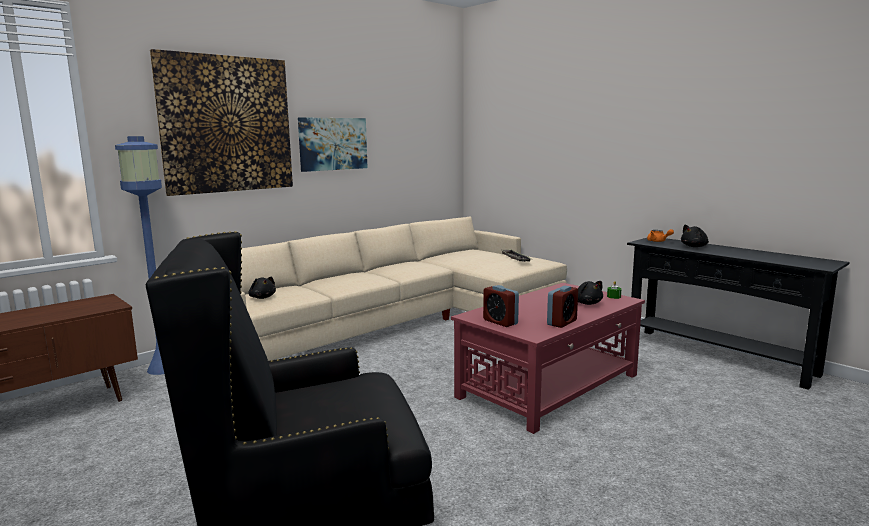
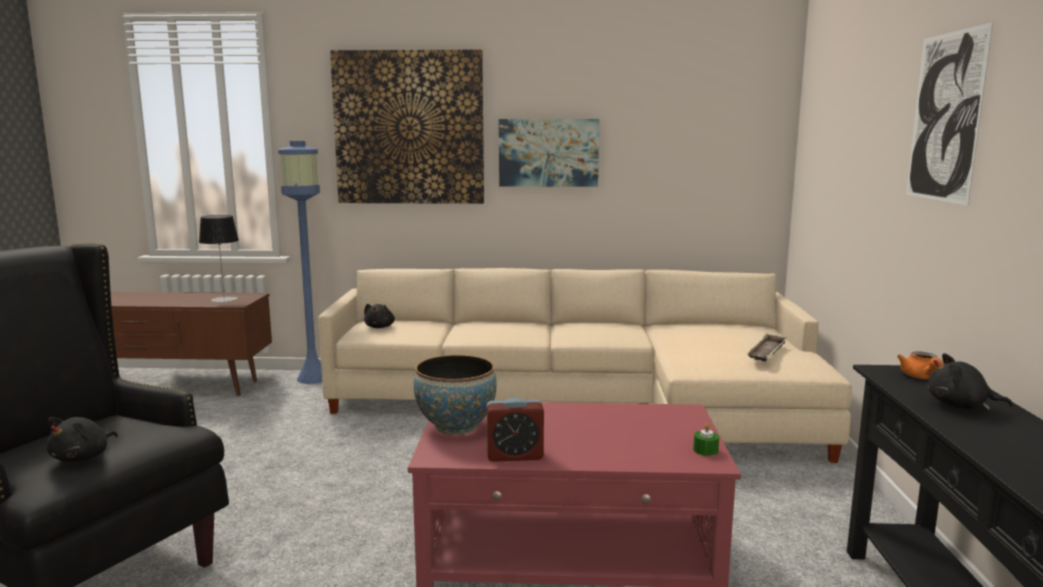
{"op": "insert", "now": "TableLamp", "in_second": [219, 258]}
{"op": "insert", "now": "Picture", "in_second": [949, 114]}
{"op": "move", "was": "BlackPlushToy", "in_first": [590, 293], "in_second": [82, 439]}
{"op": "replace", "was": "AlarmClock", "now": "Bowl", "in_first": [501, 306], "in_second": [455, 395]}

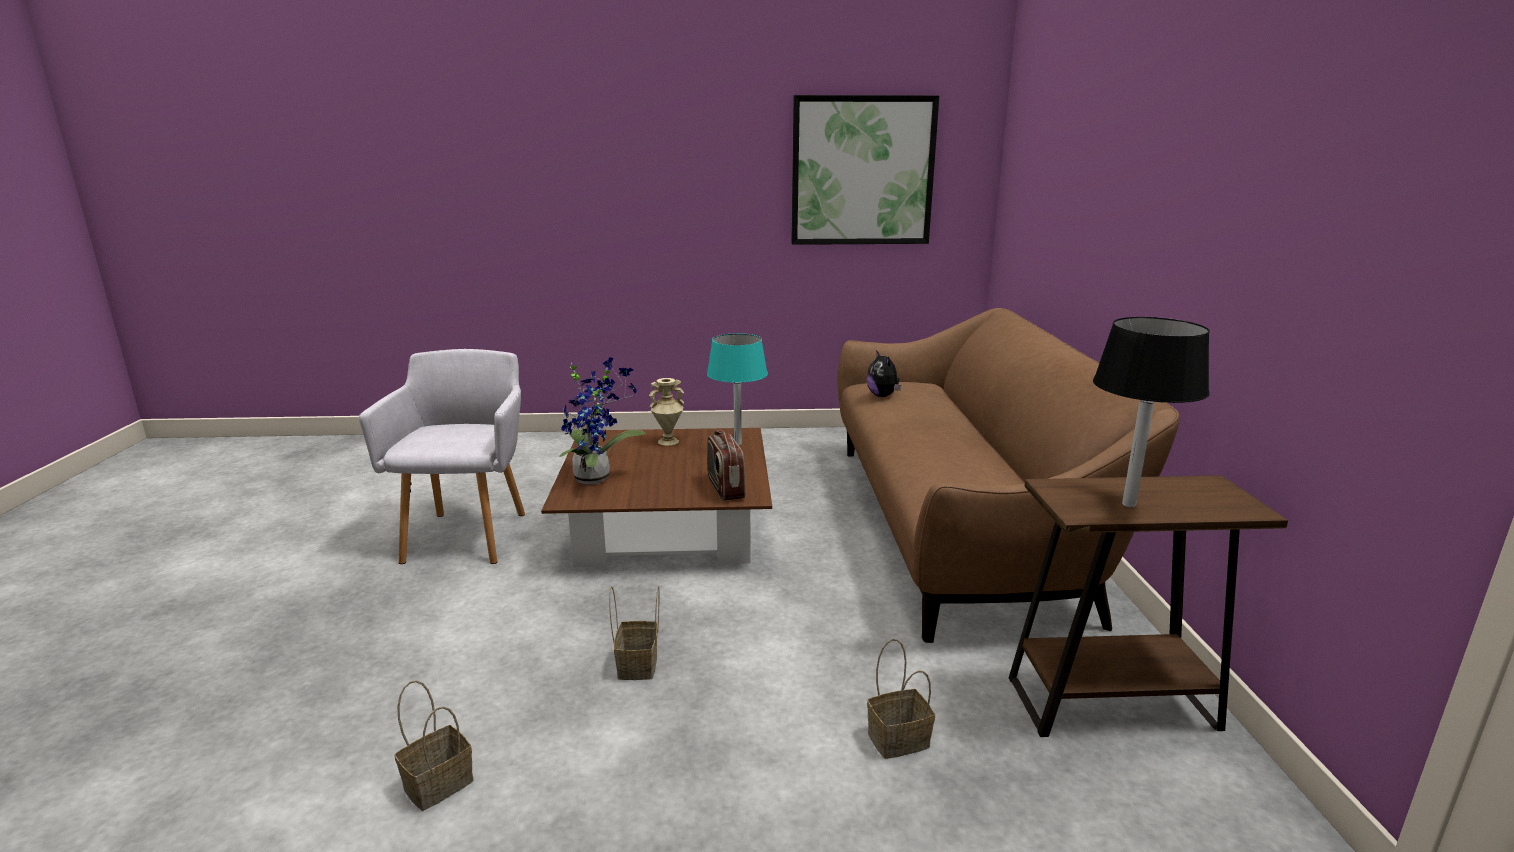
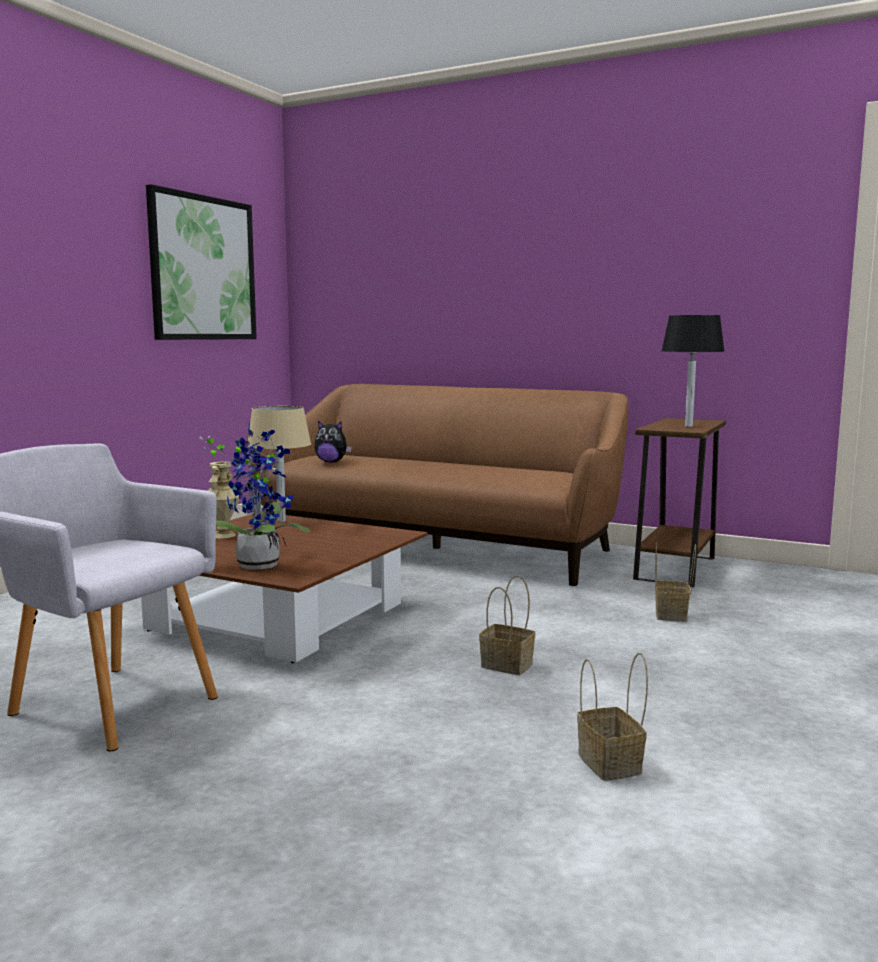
{"op": "delete", "was": "Radio", "in_first": [726, 465]}
{"op": "recolor", "was": "TurquoiseTableLamp", "now": "BeigeTableLamp", "in_first": [737, 389], "in_second": [279, 464]}

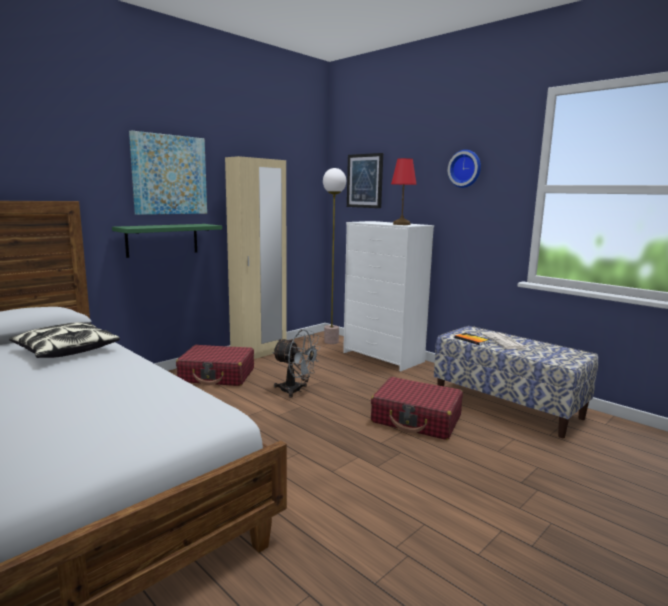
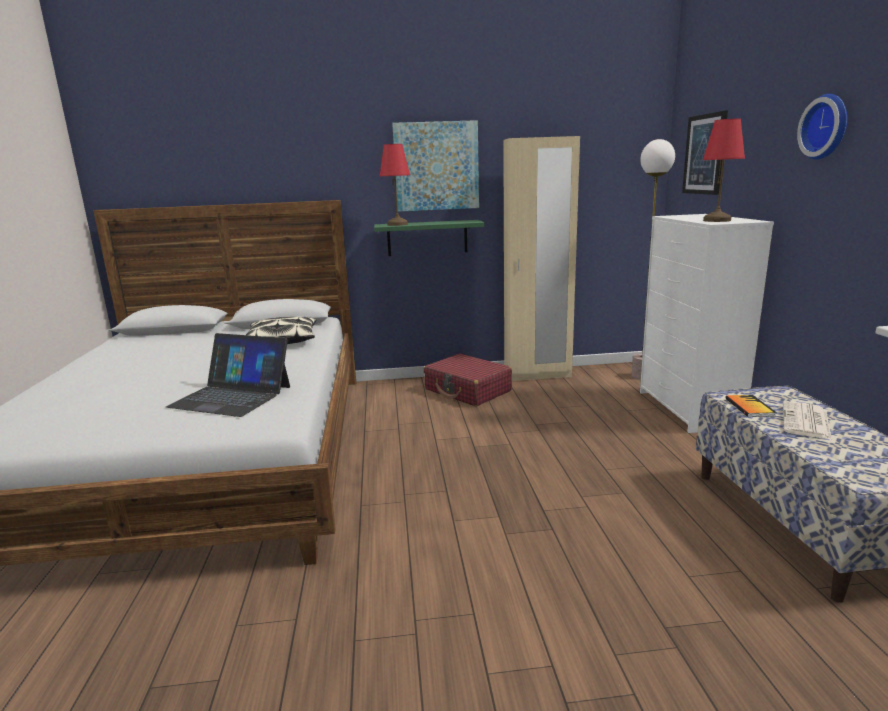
{"op": "delete", "was": "GreyFan", "in_first": [296, 363]}
{"op": "delete", "was": "RedSuitcase", "in_first": [417, 408]}
{"op": "insert", "now": "Laptop", "in_second": [228, 375]}
{"op": "insert", "now": "RedTableLamp", "in_second": [394, 185]}

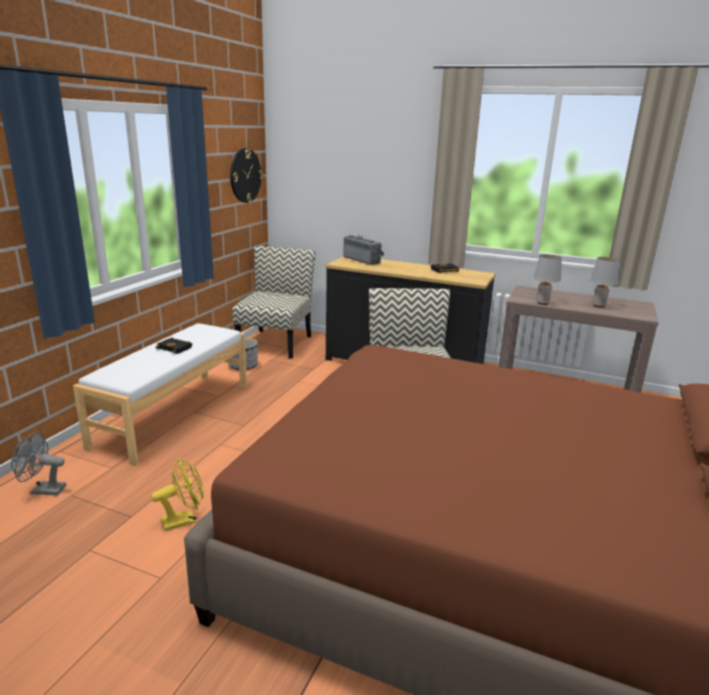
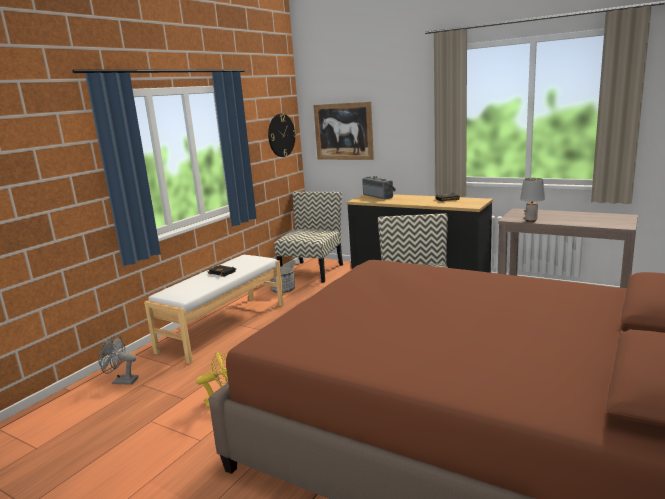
{"op": "delete", "was": "GreyTableLamp", "in_first": [605, 282]}
{"op": "insert", "now": "Picture", "in_second": [343, 131]}

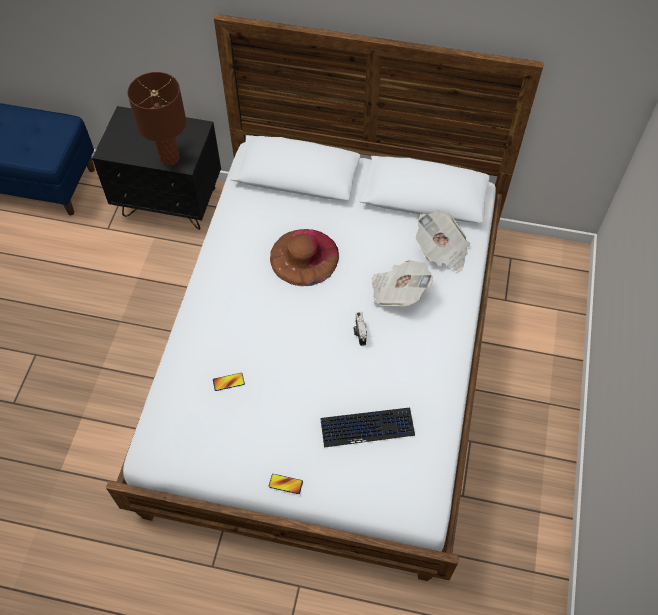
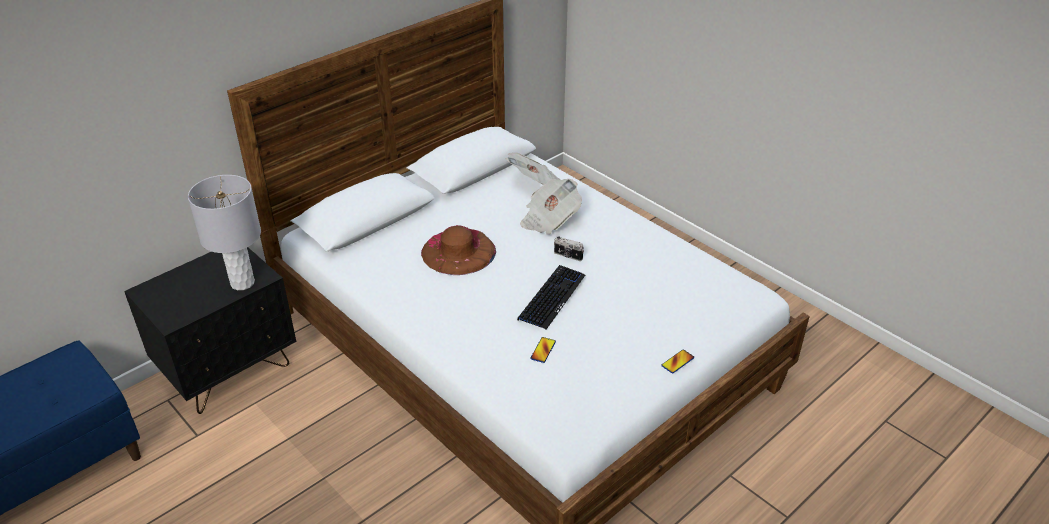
{"op": "move", "was": "Keyboard", "in_first": [367, 428], "in_second": [551, 297]}
{"op": "recolor", "was": "BrownTableLamp", "now": "GreyTableLamp", "in_first": [156, 118], "in_second": [224, 232]}

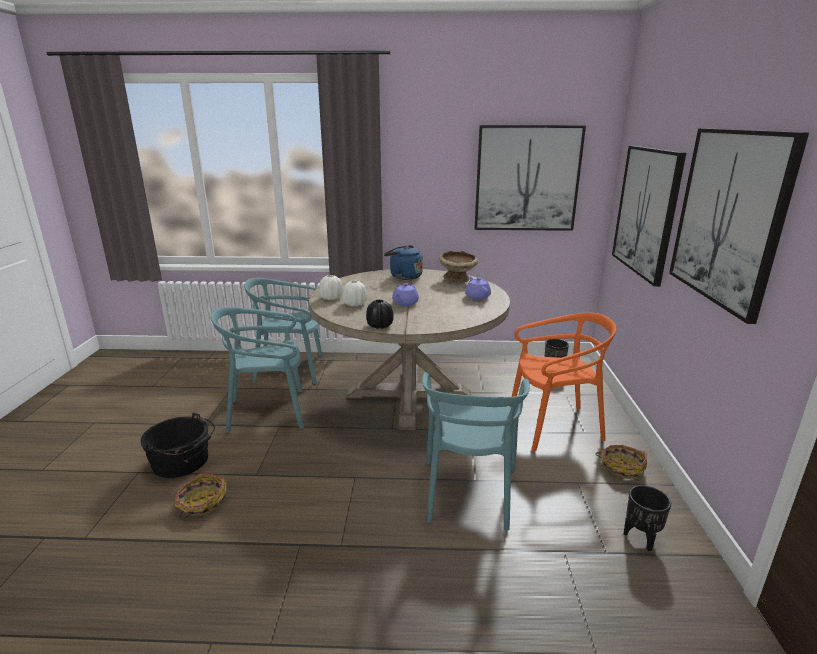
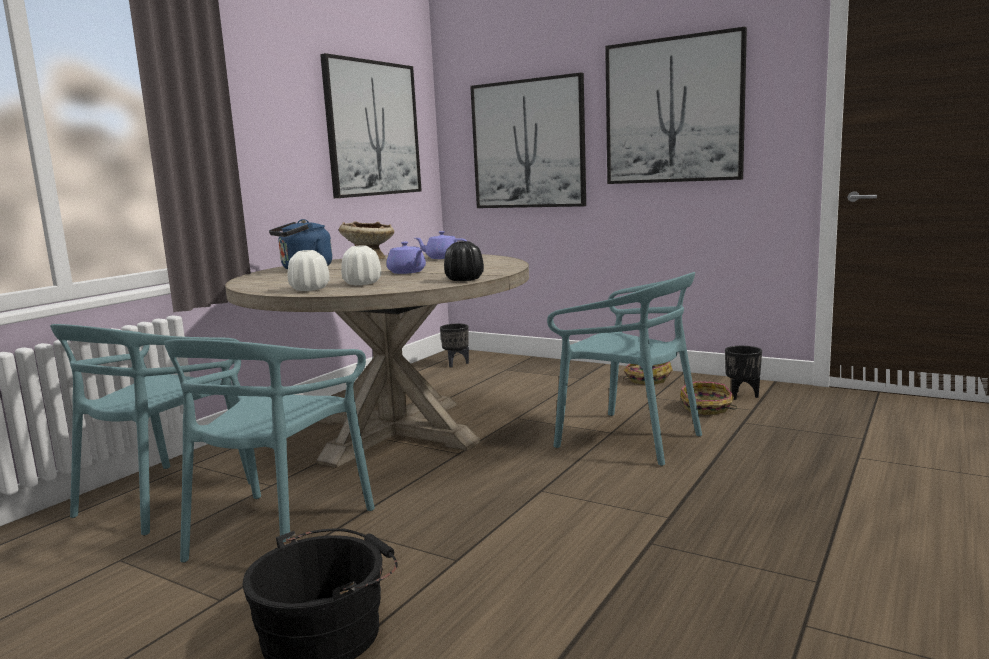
{"op": "delete", "was": "OrangeChair", "in_first": [562, 382]}
{"op": "move", "was": "Basket", "in_first": [201, 496], "in_second": [709, 398]}

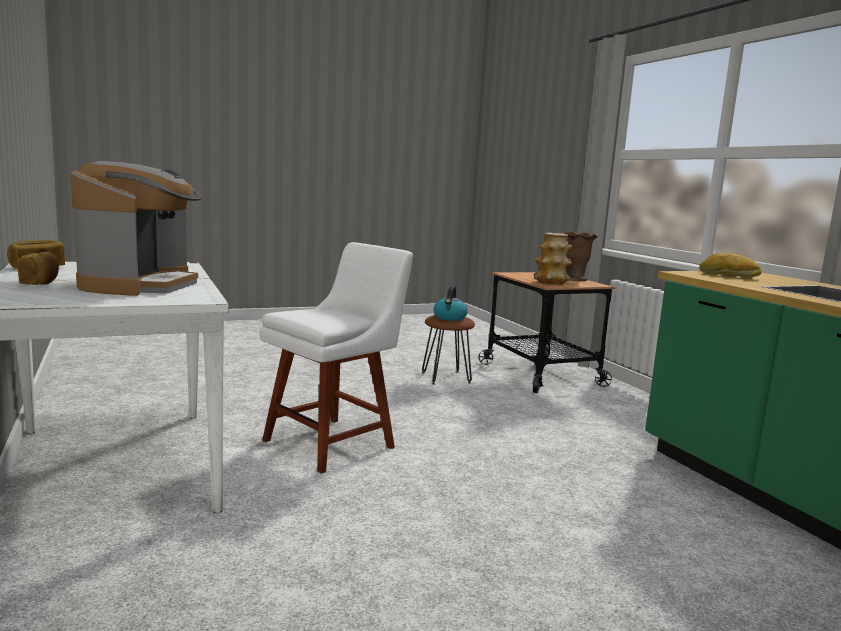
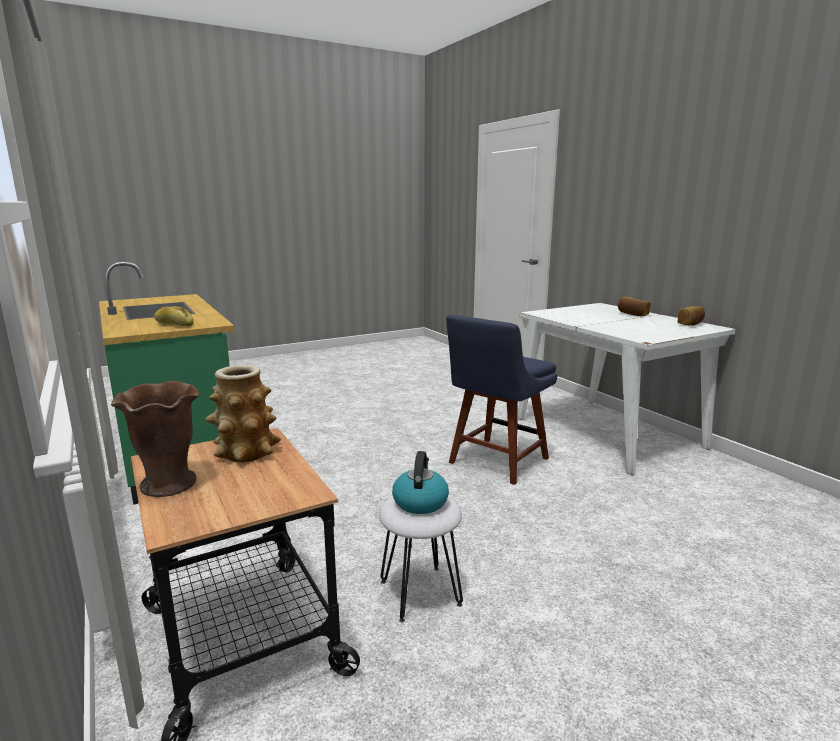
{"op": "delete", "was": "CoffeeMachine", "in_first": [136, 228]}
{"op": "recolor", "was": "WhiteChair", "now": "BlueChair", "in_first": [336, 358], "in_second": [501, 400]}
{"op": "recolor", "was": "BrownStool", "now": "WhiteStool", "in_first": [448, 350], "in_second": [421, 559]}

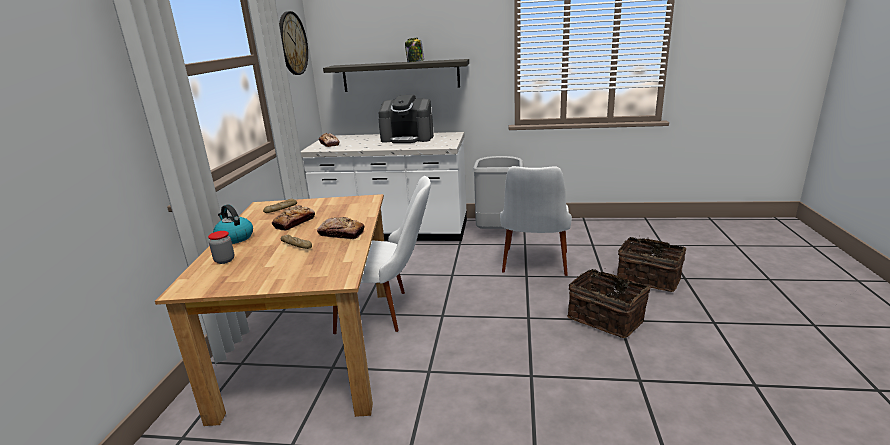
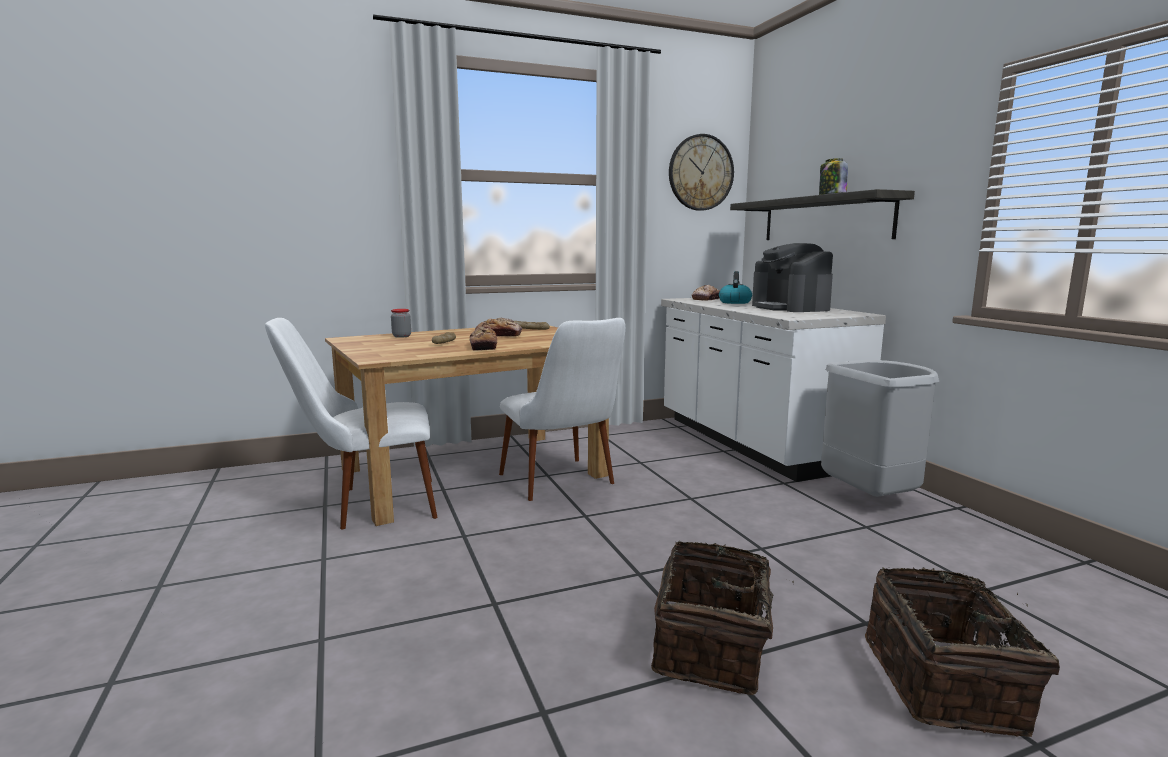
{"op": "move", "was": "Kettle", "in_first": [233, 224], "in_second": [735, 287]}
{"op": "move", "was": "WhiteChair", "in_first": [536, 221], "in_second": [351, 423]}

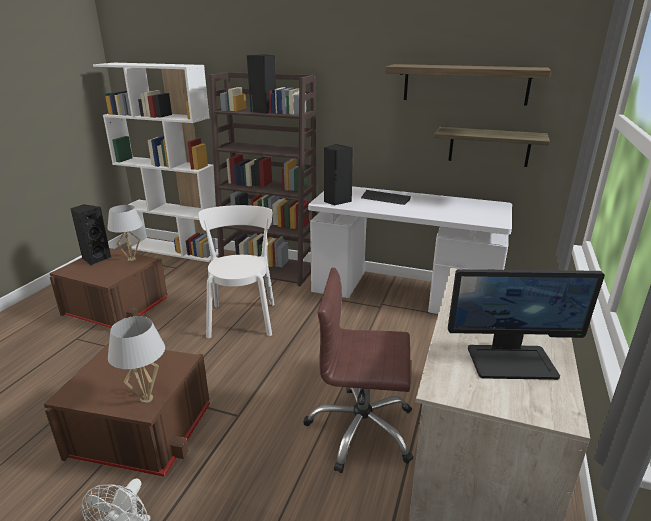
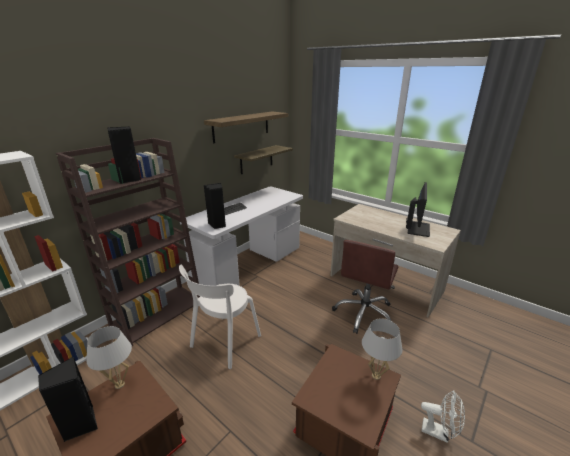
{"op": "rotate", "was": "WhiteChair", "in_first": [236, 271], "in_second": [220, 317], "clockwise": -75}

